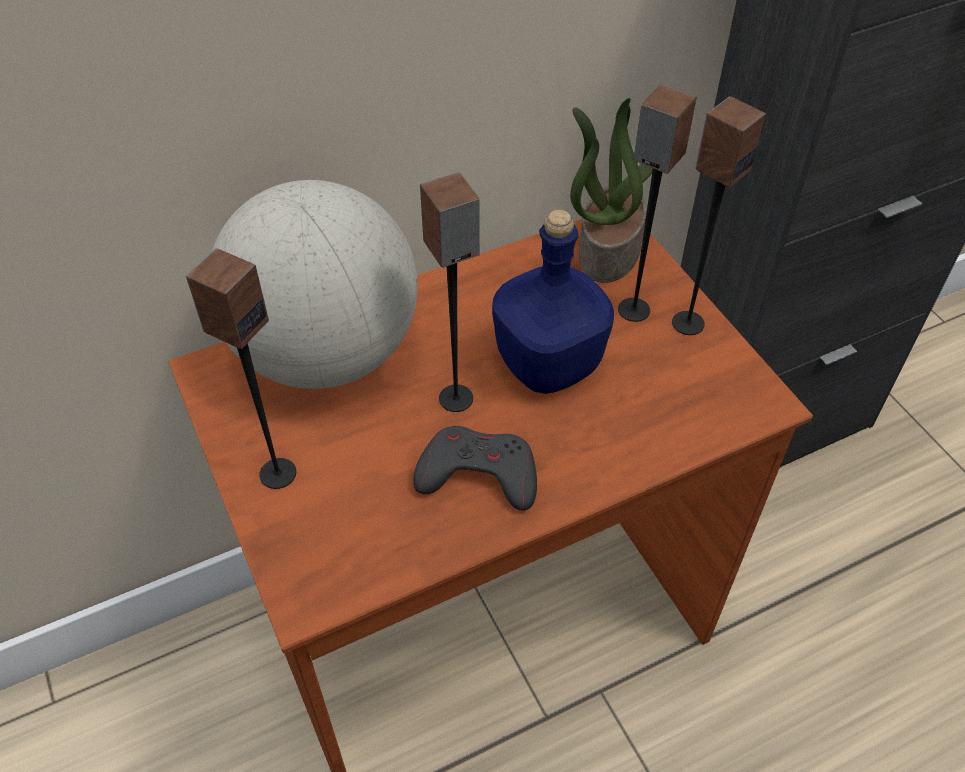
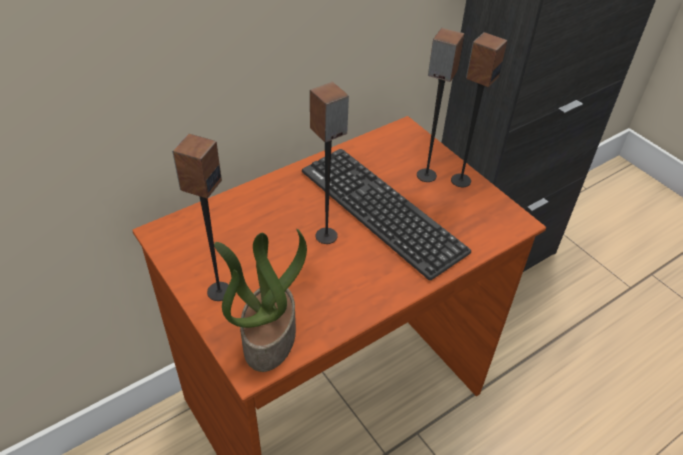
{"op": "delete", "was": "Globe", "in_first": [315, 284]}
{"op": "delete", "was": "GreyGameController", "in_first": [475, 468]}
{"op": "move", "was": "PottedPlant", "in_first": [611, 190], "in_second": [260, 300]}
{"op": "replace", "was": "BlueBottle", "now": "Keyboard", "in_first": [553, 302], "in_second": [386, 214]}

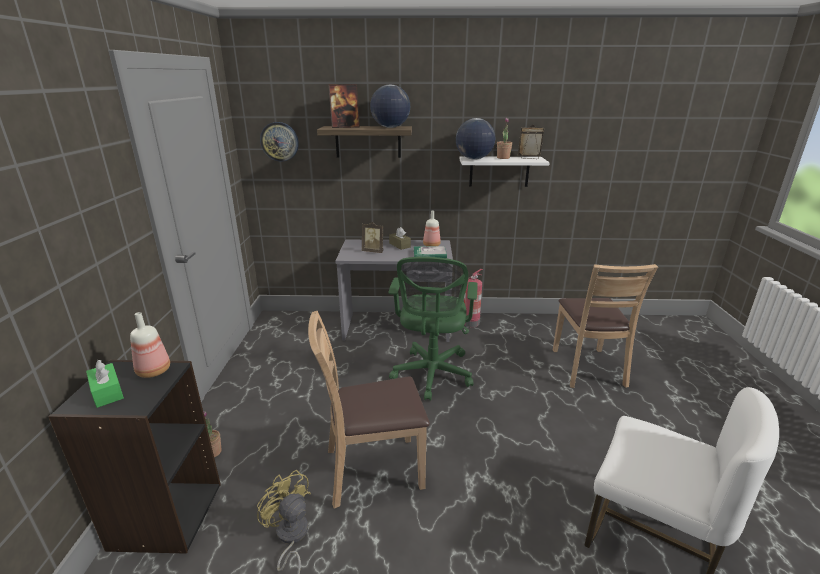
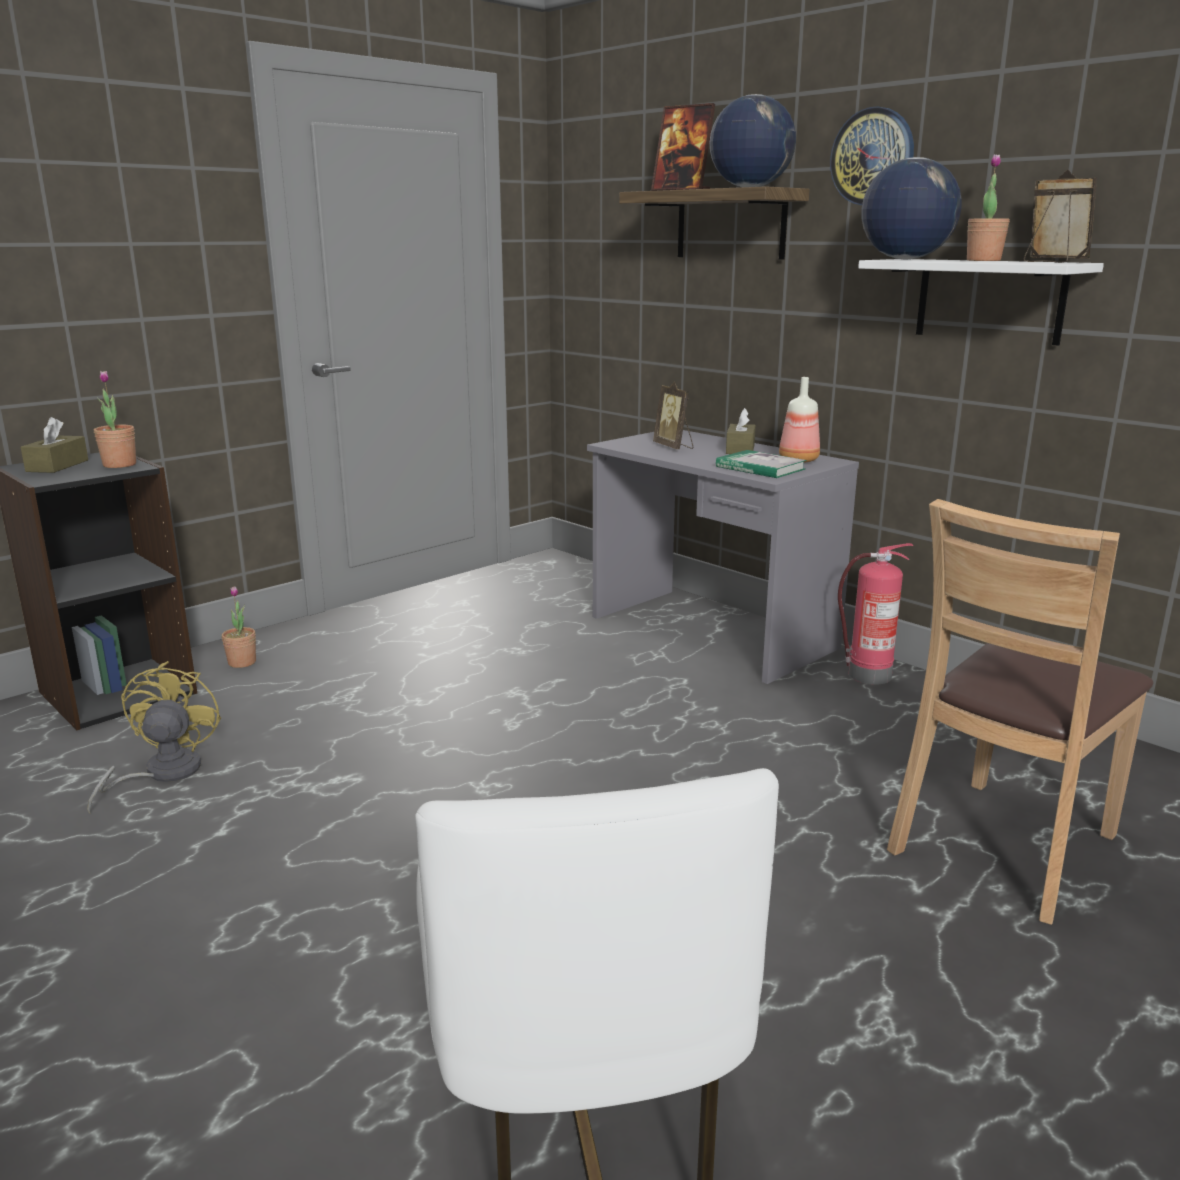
{"op": "delete", "was": "BrownChair", "in_first": [369, 410]}
{"op": "delete", "was": "GreenOfficeChair", "in_first": [433, 329]}
{"op": "move", "was": "WallClock", "in_first": [279, 141], "in_second": [872, 155]}
{"op": "replace", "was": "Bottle", "now": "PottedPlant", "in_first": [150, 345], "in_second": [115, 419]}
{"op": "recolor", "was": "GreenTissueBox", "now": "BrownTissueBox", "in_first": [105, 384], "in_second": [54, 445]}

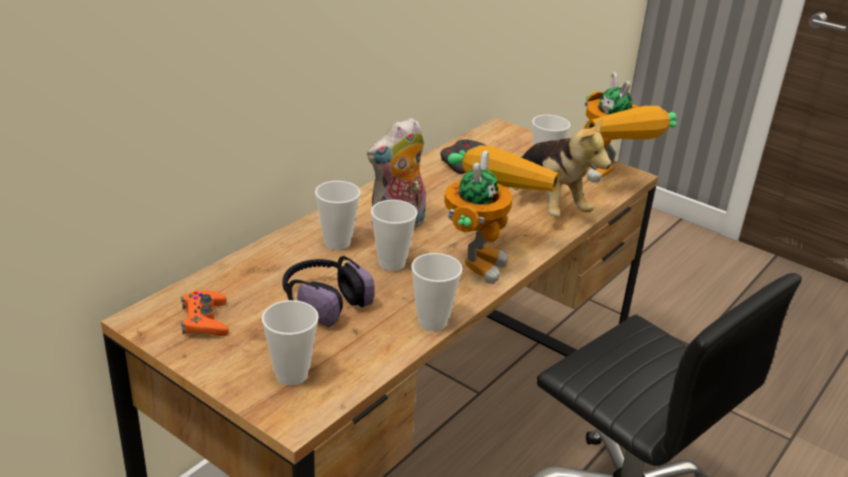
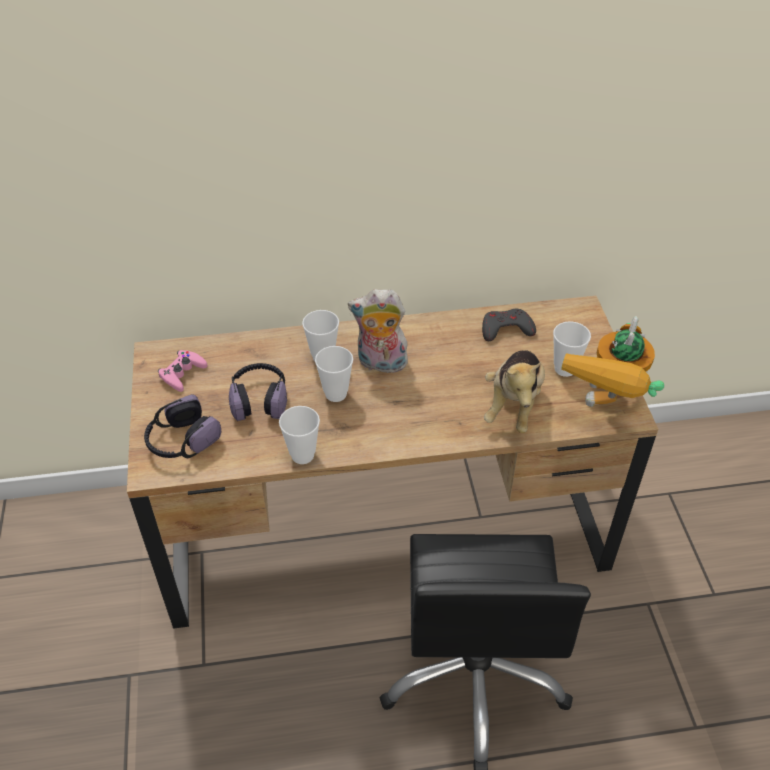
{"op": "delete", "was": "ToyRobot", "in_first": [501, 214]}
{"op": "replace", "was": "Cup", "now": "Headphones", "in_first": [290, 343], "in_second": [182, 426]}
{"op": "recolor", "was": "OrangeGameController", "now": "PinkGameController", "in_first": [205, 313], "in_second": [182, 371]}

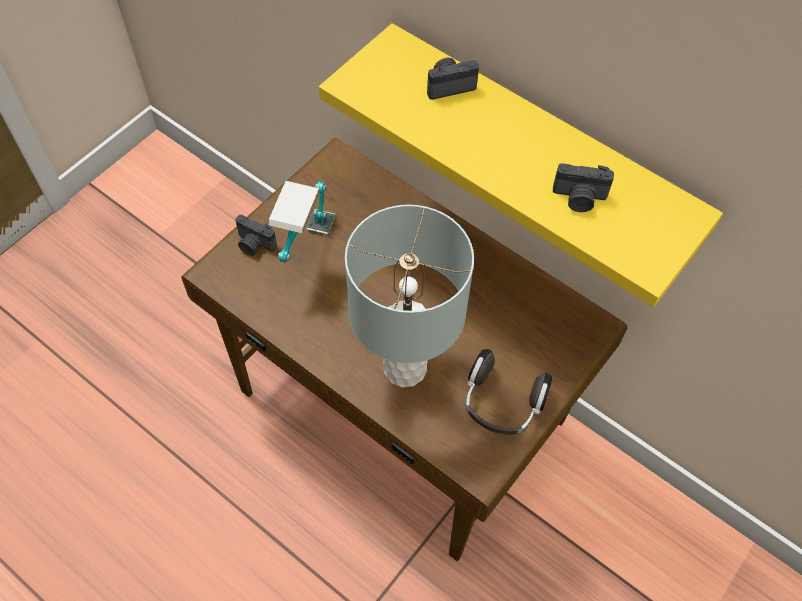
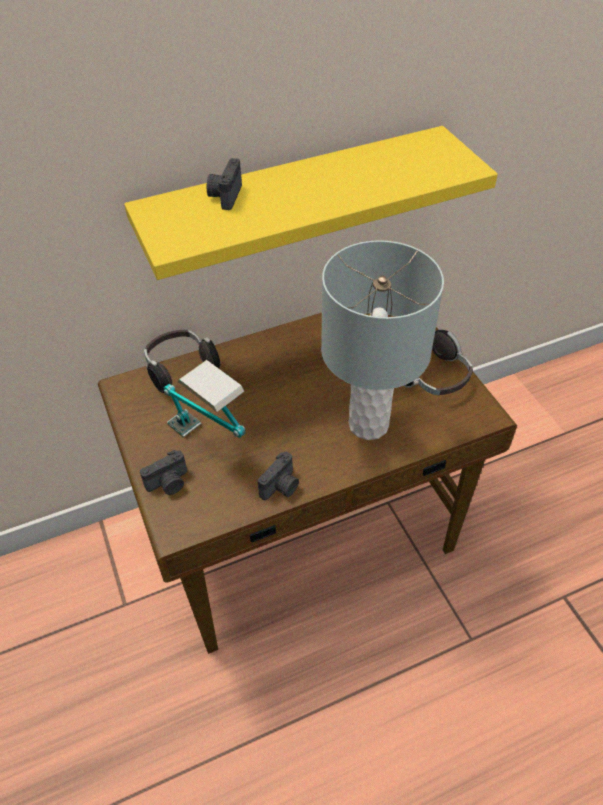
{"op": "insert", "now": "Headphones", "in_second": [182, 361]}
{"op": "move", "was": "PhotoCamera", "in_first": [583, 187], "in_second": [278, 476]}

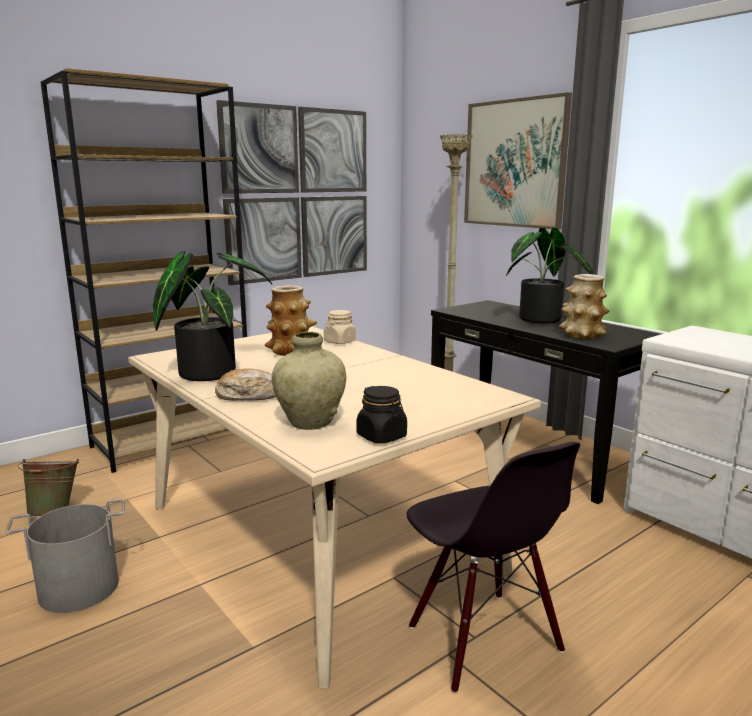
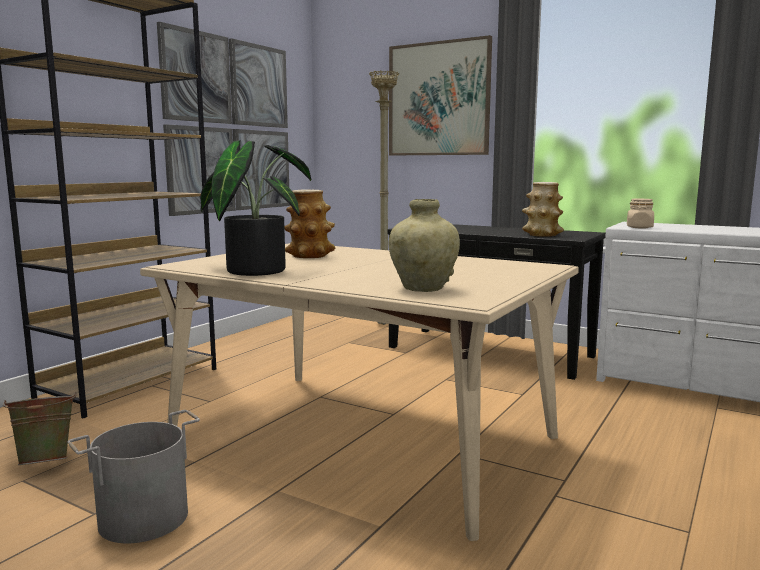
{"op": "delete", "was": "Bread", "in_first": [245, 384]}
{"op": "delete", "was": "BlackJar", "in_first": [381, 415]}
{"op": "delete", "was": "BlackChair", "in_first": [493, 567]}
{"op": "delete", "was": "PottedPlant", "in_first": [550, 276]}
{"op": "move", "was": "BeigeJar", "in_first": [340, 327], "in_second": [640, 213]}

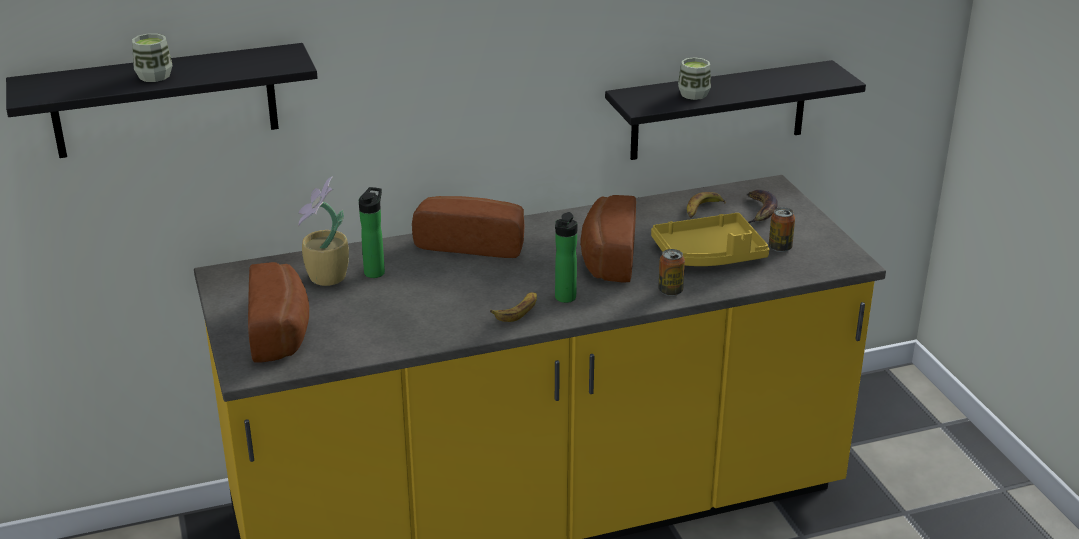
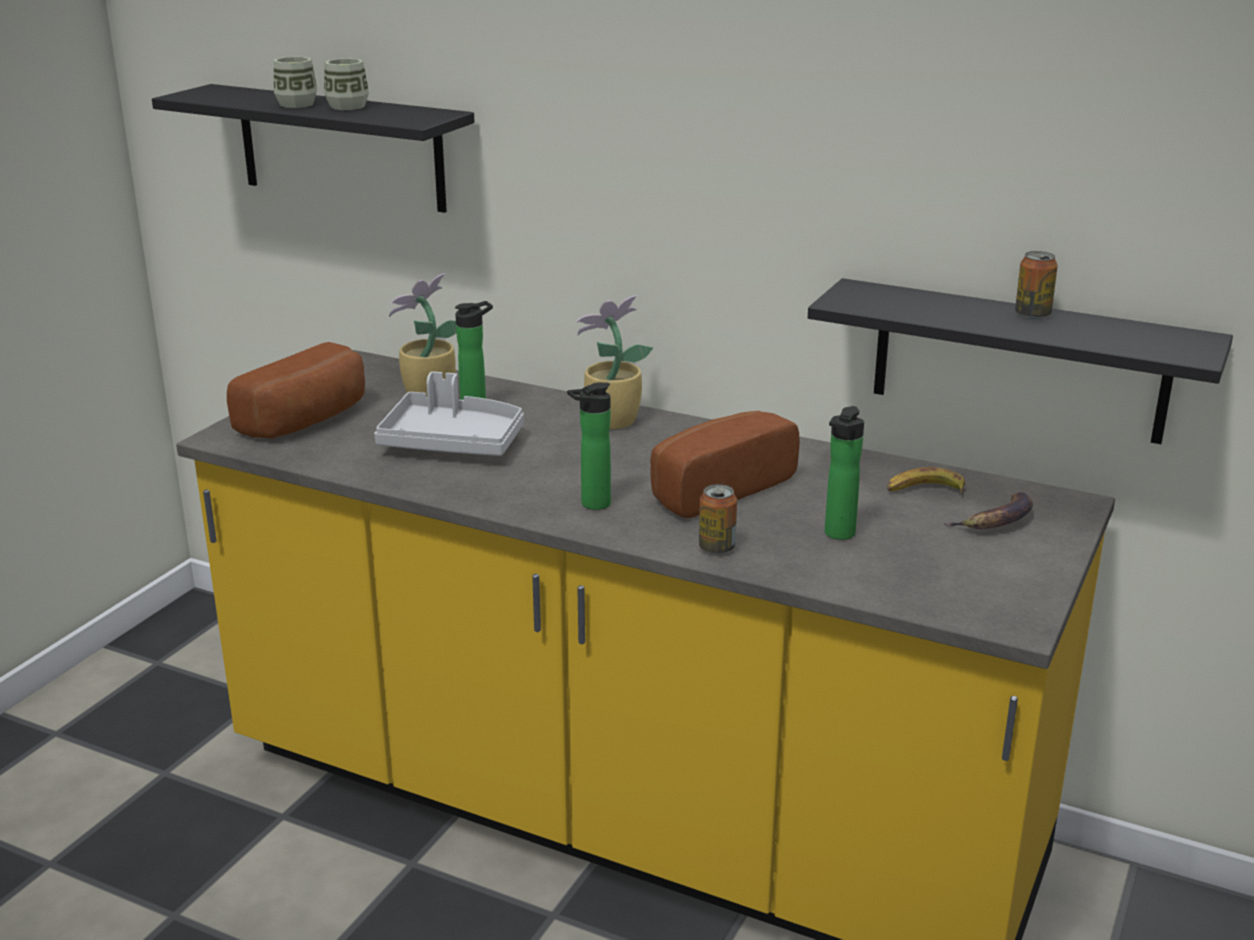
{"op": "delete", "was": "Banana", "in_first": [513, 307]}
{"op": "insert", "now": "GreyTray", "in_second": [449, 414]}
{"op": "move", "was": "Cup", "in_first": [694, 78], "in_second": [346, 84]}
{"op": "move", "was": "Can", "in_first": [782, 229], "in_second": [1036, 285]}
{"op": "replace", "was": "Bread", "now": "PottedPlant", "in_first": [468, 227], "in_second": [614, 362]}
{"op": "replace", "was": "YellowTray", "now": "Bottle", "in_first": [710, 239], "in_second": [844, 473]}

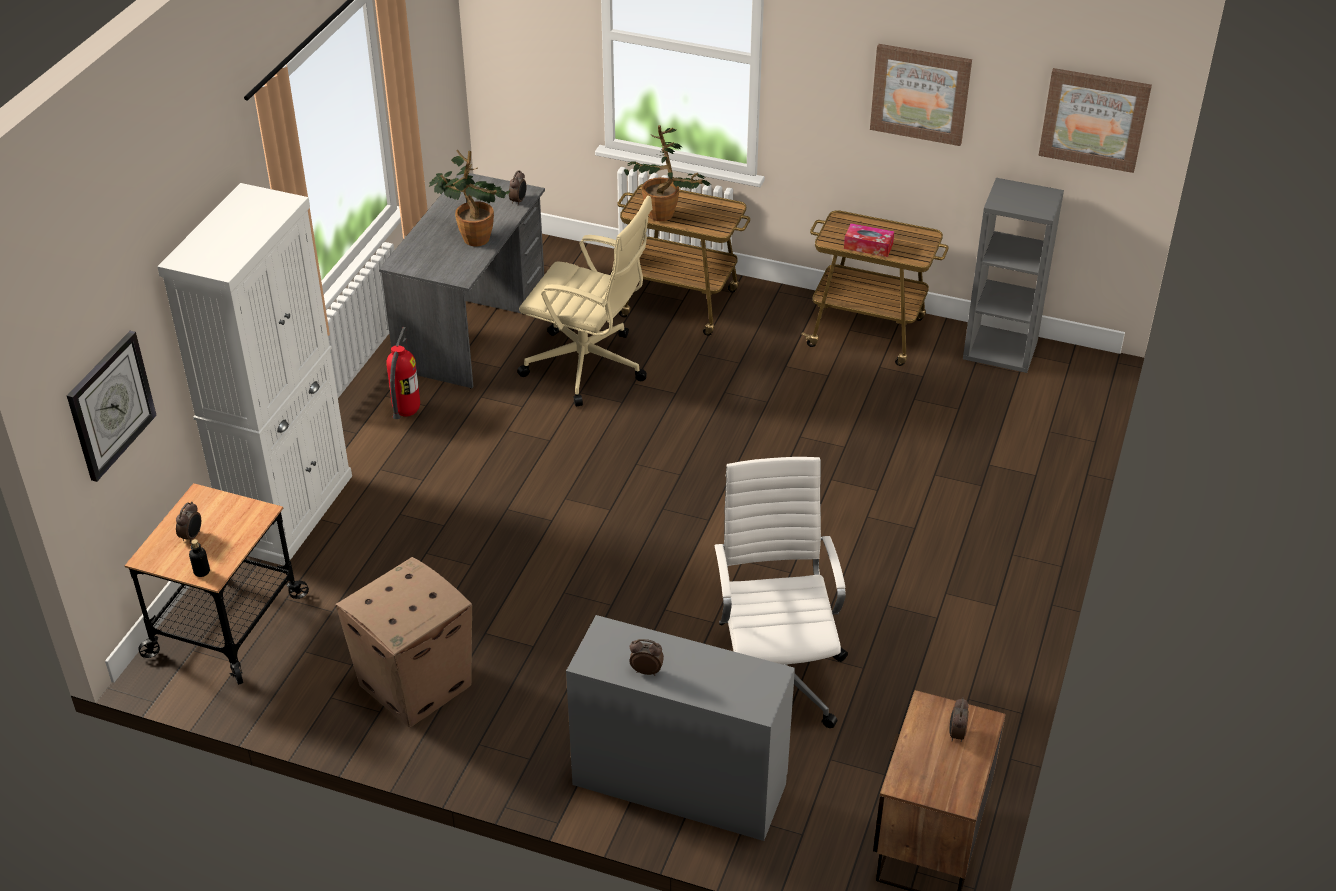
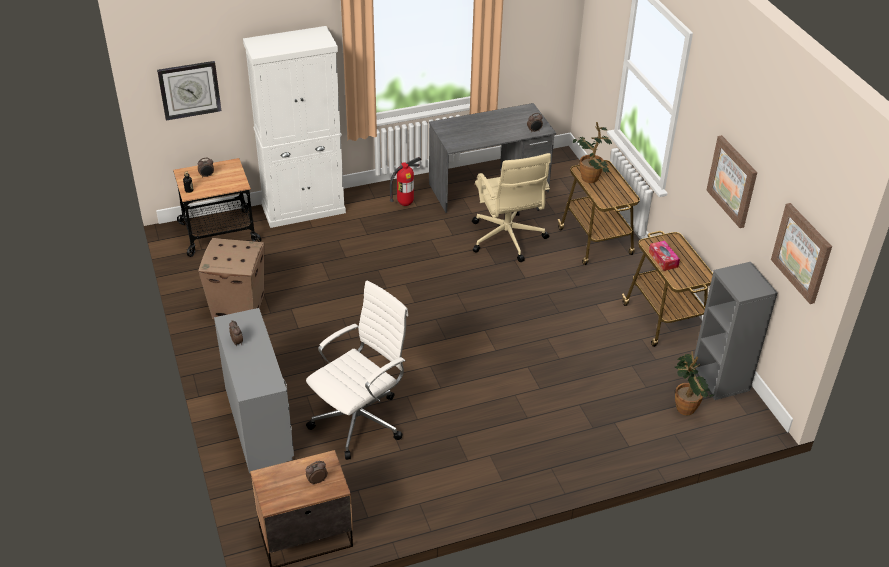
{"op": "move", "was": "PottedPlant", "in_first": [469, 198], "in_second": [694, 383]}

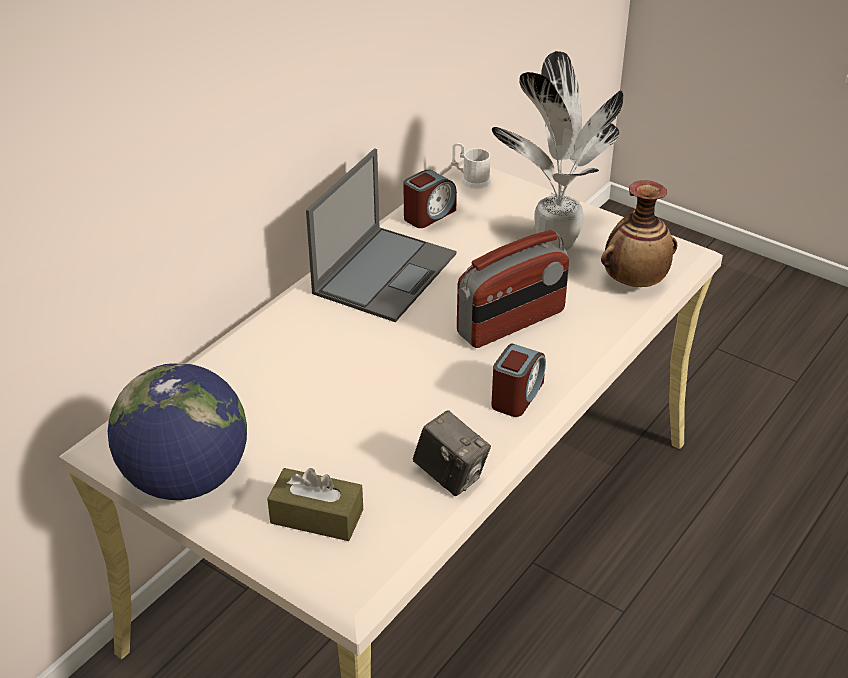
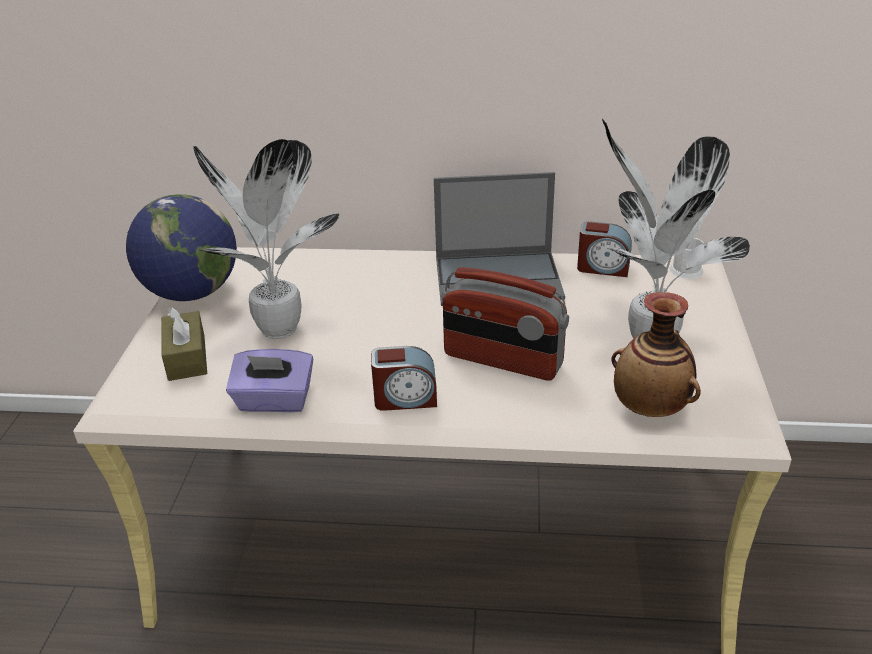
{"op": "insert", "now": "PottedPlant", "in_second": [266, 239]}
{"op": "replace", "was": "PhotoCamera", "now": "PurpleTissueBox", "in_first": [452, 453], "in_second": [269, 380]}

